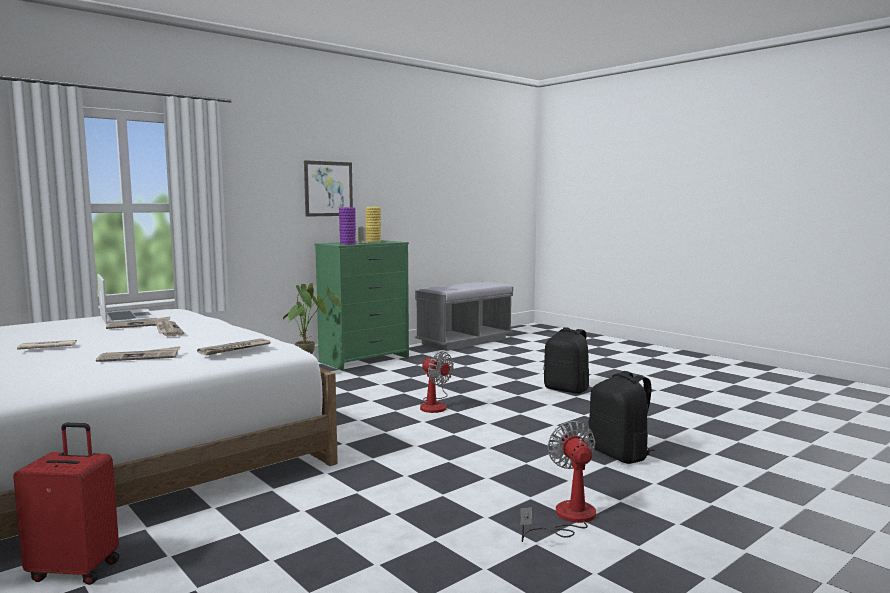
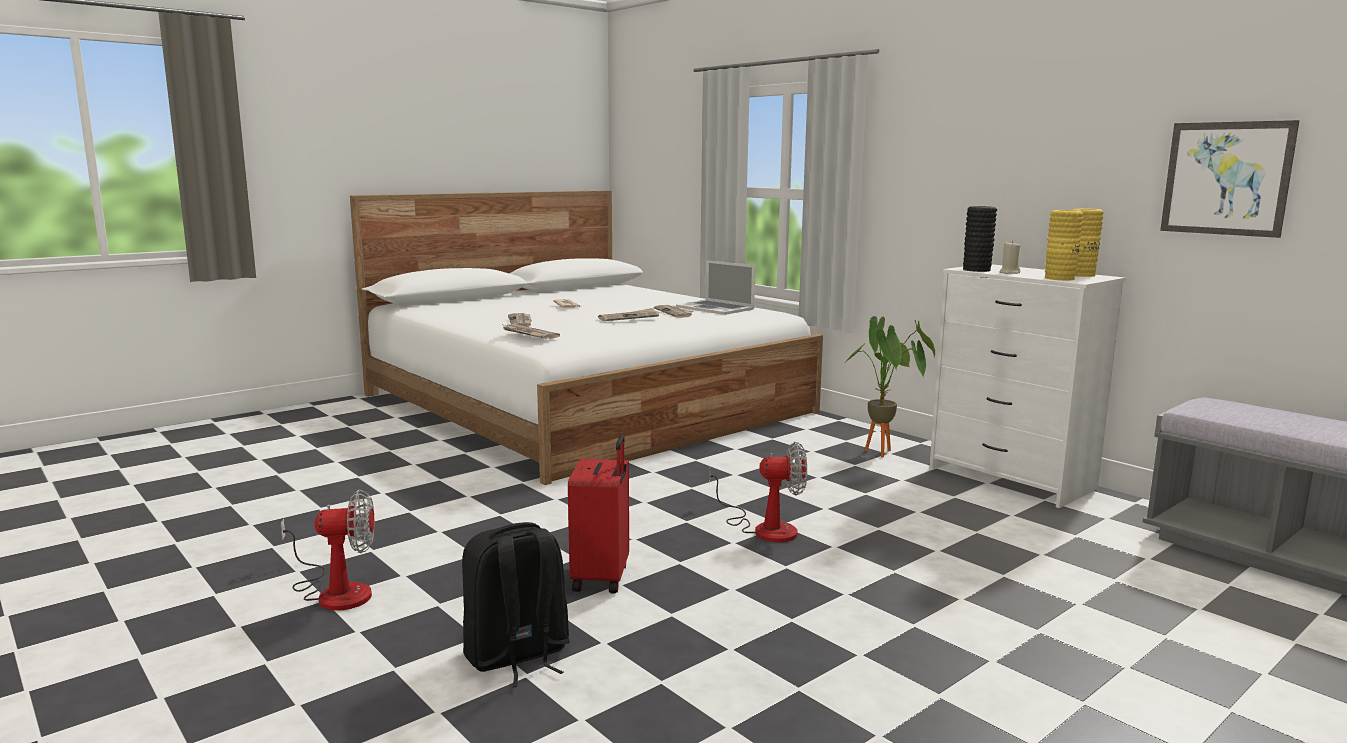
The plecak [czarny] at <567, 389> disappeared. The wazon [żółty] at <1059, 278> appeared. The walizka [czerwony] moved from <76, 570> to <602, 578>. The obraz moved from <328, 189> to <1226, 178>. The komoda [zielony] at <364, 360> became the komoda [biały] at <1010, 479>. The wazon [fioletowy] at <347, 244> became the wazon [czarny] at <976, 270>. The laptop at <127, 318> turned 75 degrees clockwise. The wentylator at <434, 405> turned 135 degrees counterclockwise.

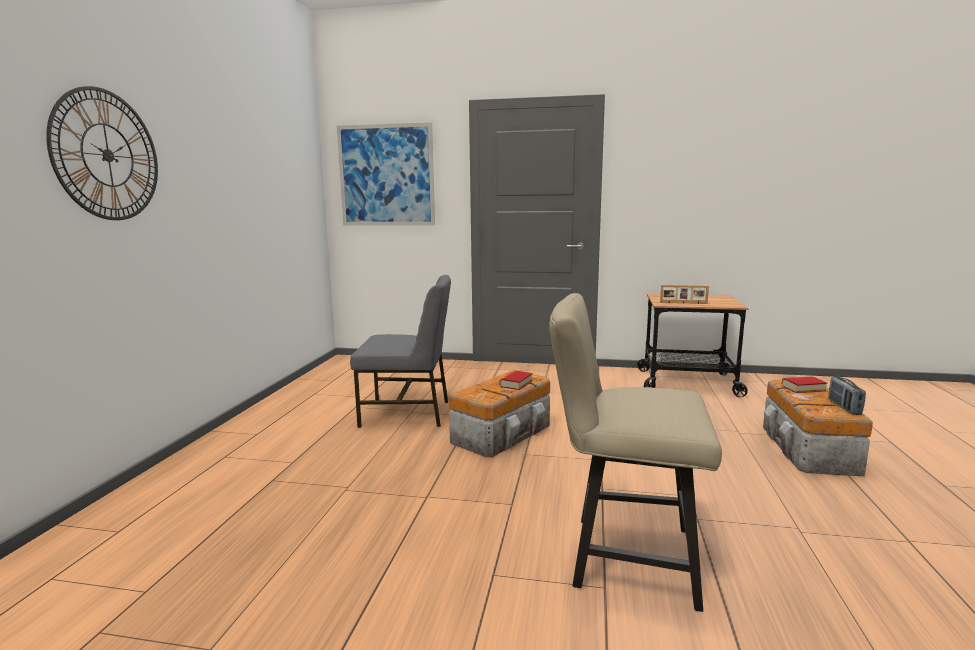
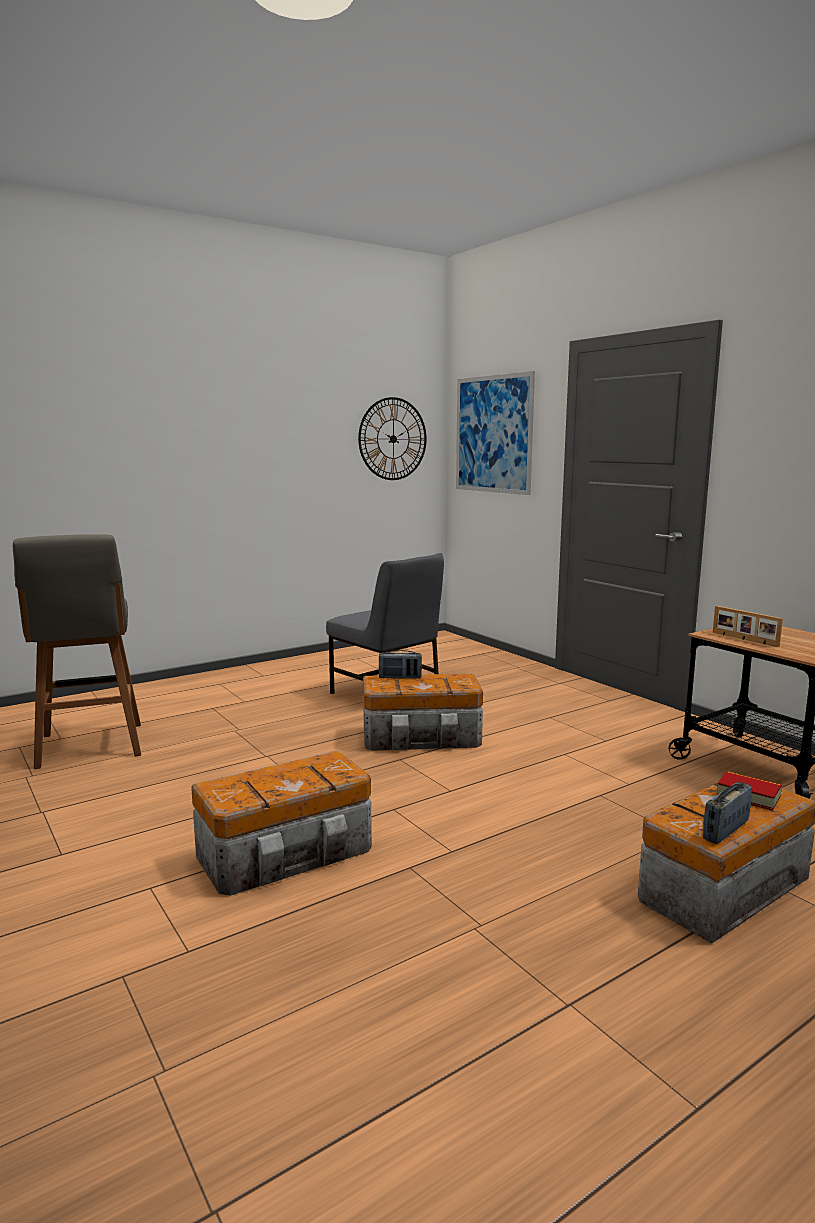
The książka at <516, 383> disappeared. The stołek [szary] at <90, 747> appeared. The radio at <400, 677> appeared. The zegar ścienny moved from <107, 155> to <393, 439>. The krzesło [beżowy] at <622, 556> was replaced by the pojemnik do przechowywania at <289, 853>.

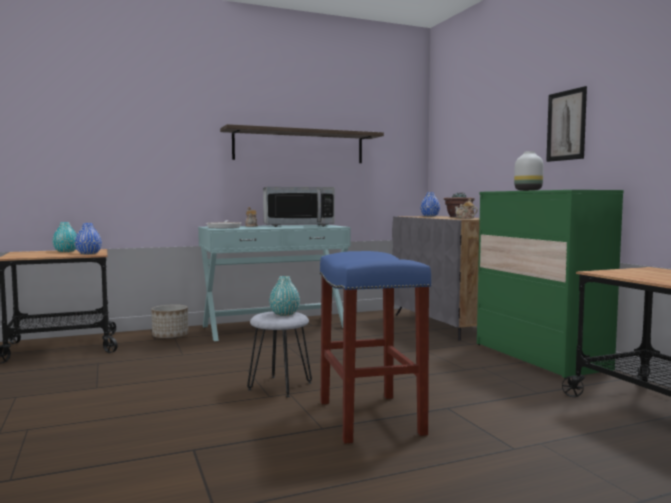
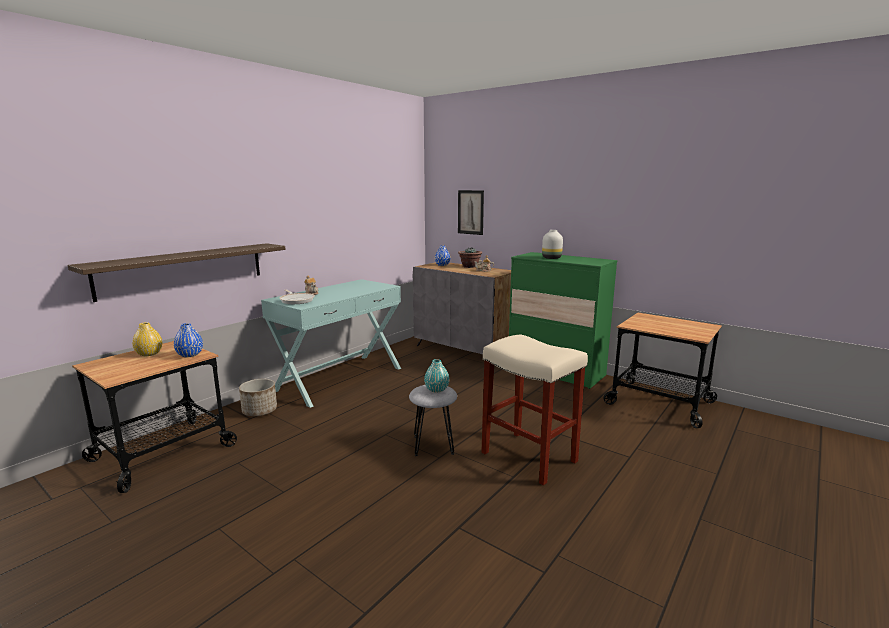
The mikrofalówka at <298, 226> disappeared. The półka moved from <299, 146> to <184, 269>. The obraz moved from <566, 125> to <470, 212>. The wazon [turkusowy] at <66, 251> became the wazon [żółty] at <149, 354>. The stołek [niebieski] at <371, 418> became the stołek [beżowy] at <530, 457>.

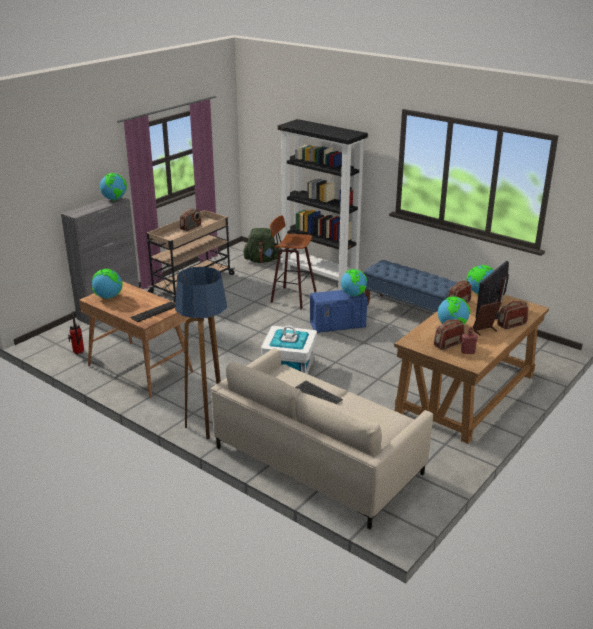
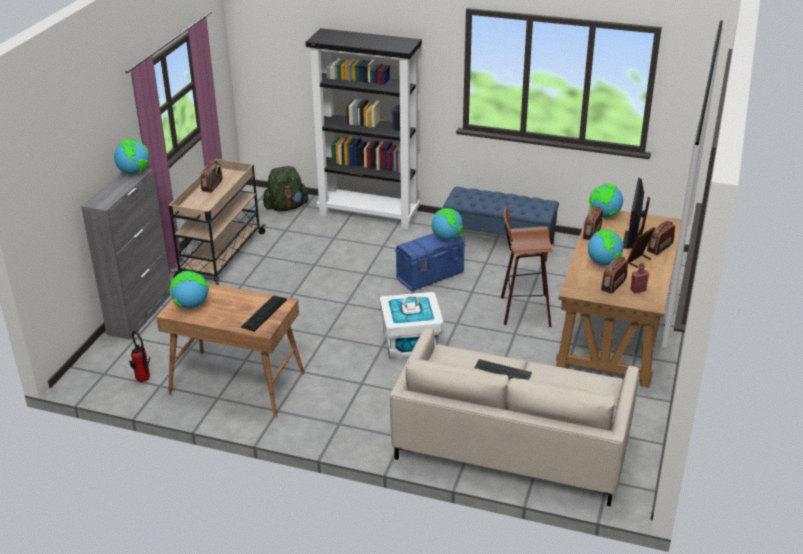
The lampa stojąca at <208, 424> disappeared. The stołek moved from <291, 297> to <523, 310>.

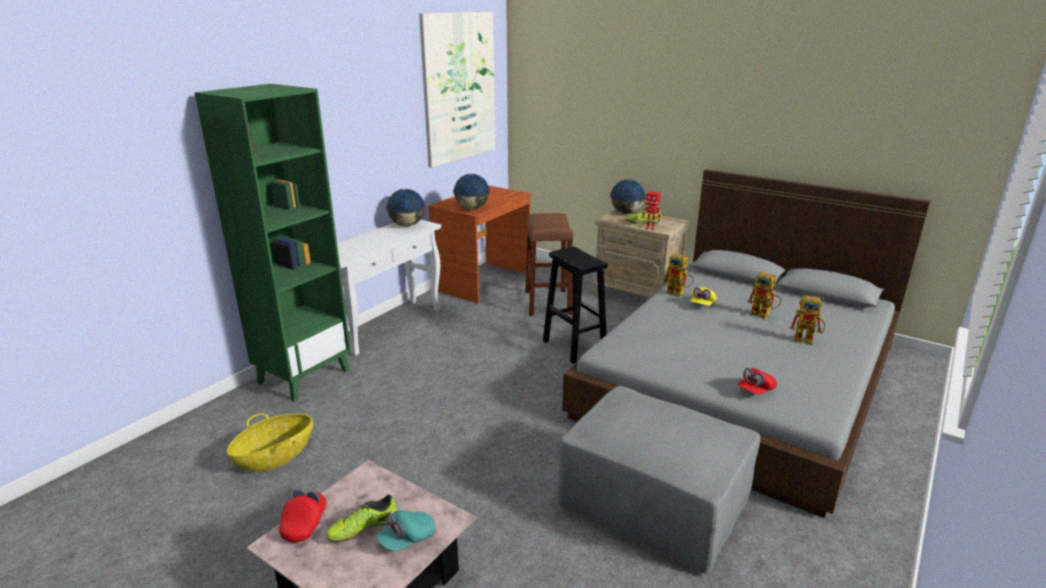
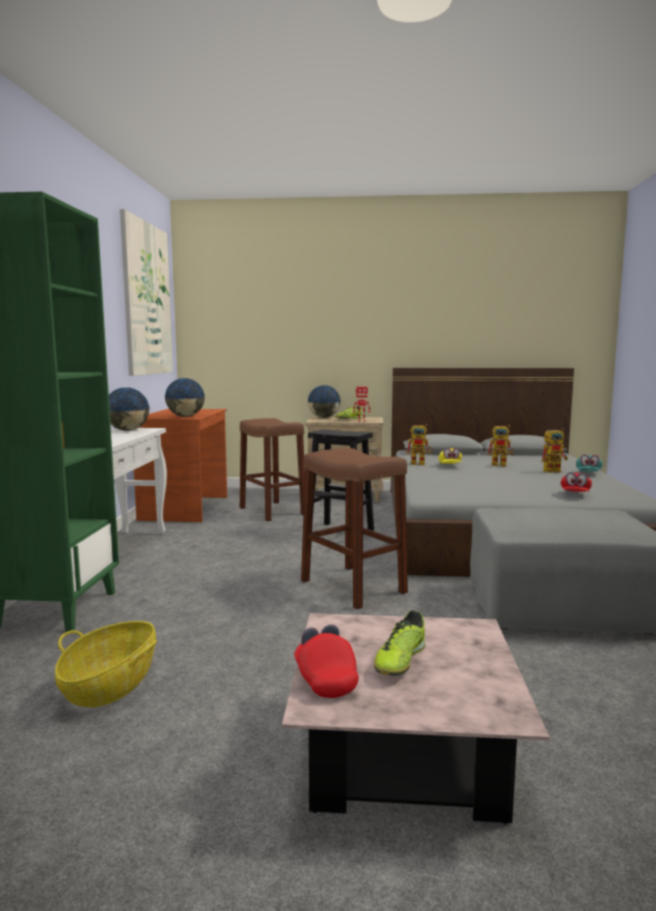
The stołek [brązowy] at <353, 586> appeared. The czapka z daszkiem [turkusowy] moved from <407, 539> to <588, 473>.

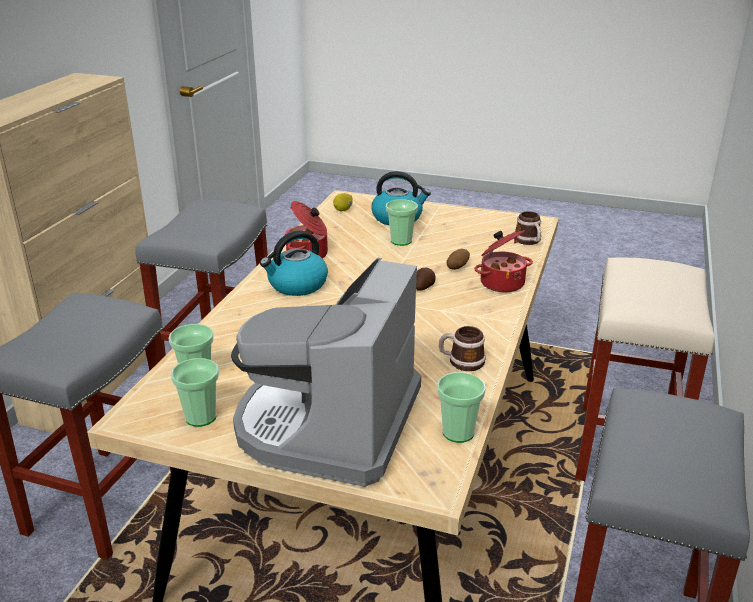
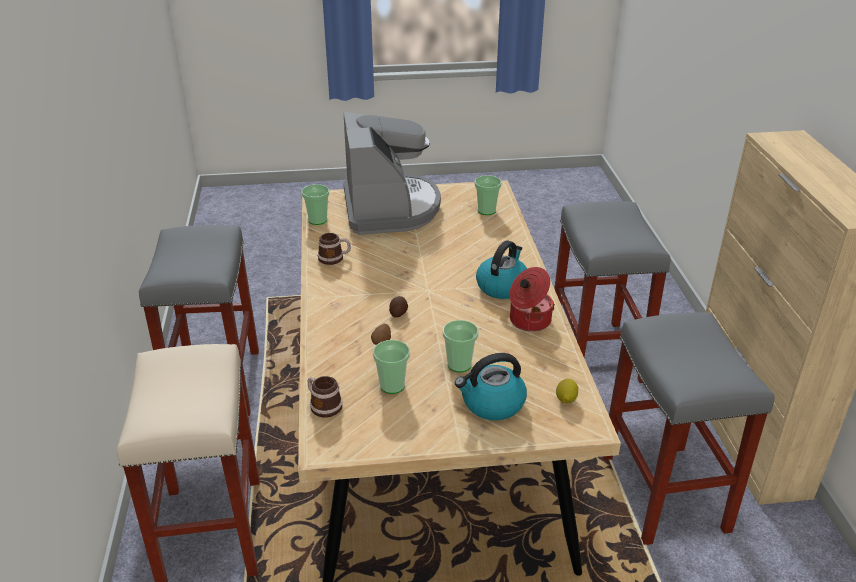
The garnek at <501, 282> disappeared. The filiżanka moved from <201, 417> to <392, 386>.

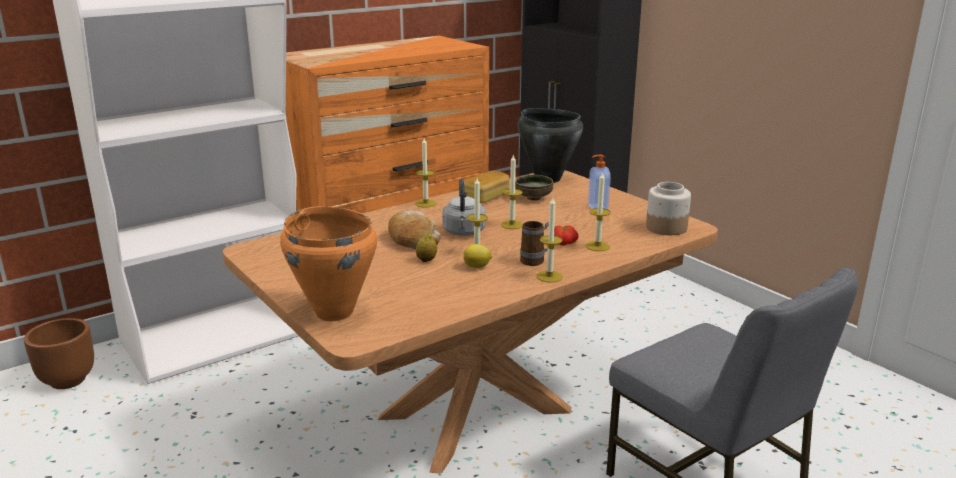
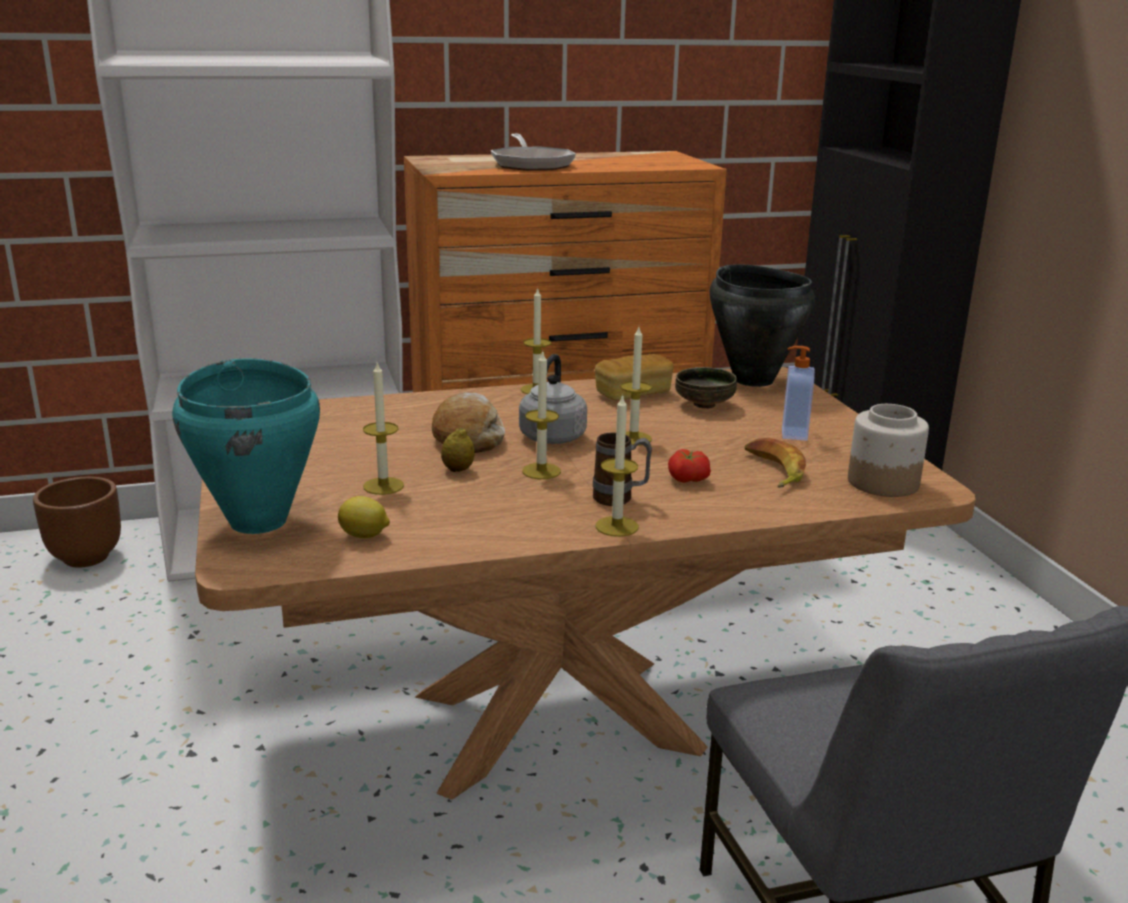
The patelnia at <531, 164> appeared. The banan at <772, 470> appeared. The cytryna moved from <477, 266> to <365, 536>. The świeca moved from <597, 246> to <383, 486>. The garnek [pomarańczowy] at <334, 312> became the garnek [turkusowy] at <259, 521>.

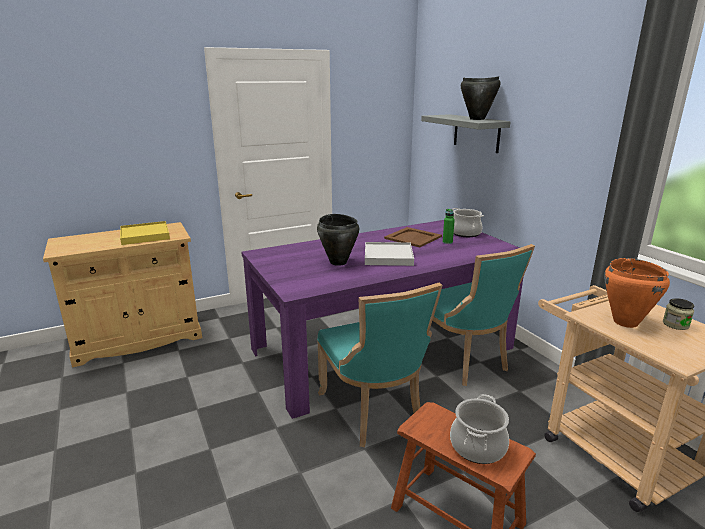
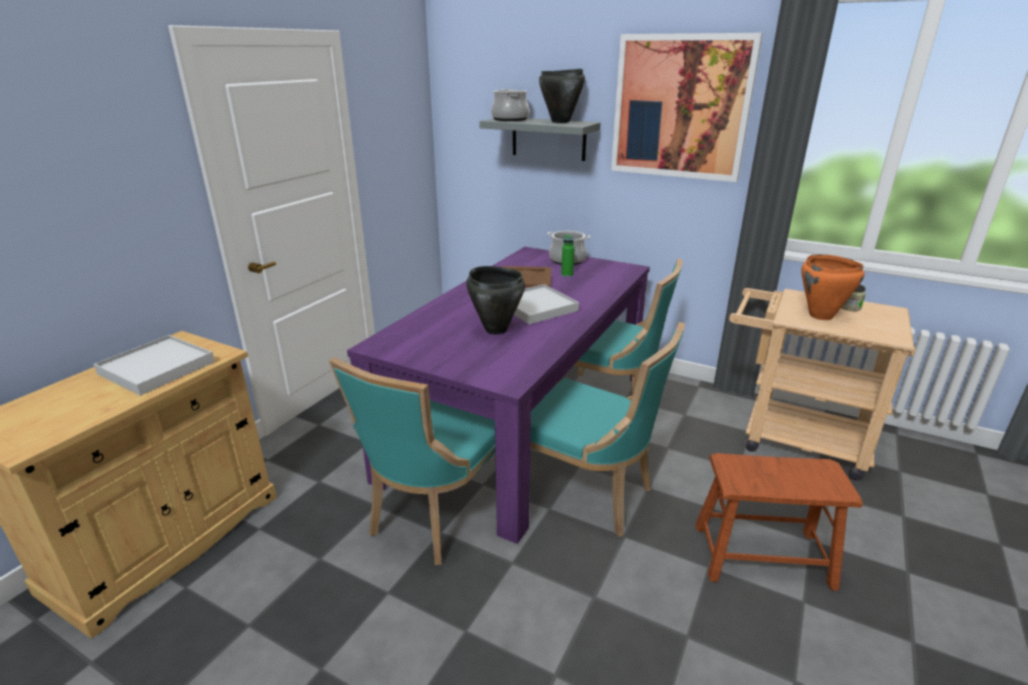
The krzesło [turkusowy] at <434, 515> appeared. The obraz at <680, 107> appeared. The garnek moved from <477, 446> to <510, 119>. The taca [żółty] at <145, 235> became the taca [biały] at <157, 368>.

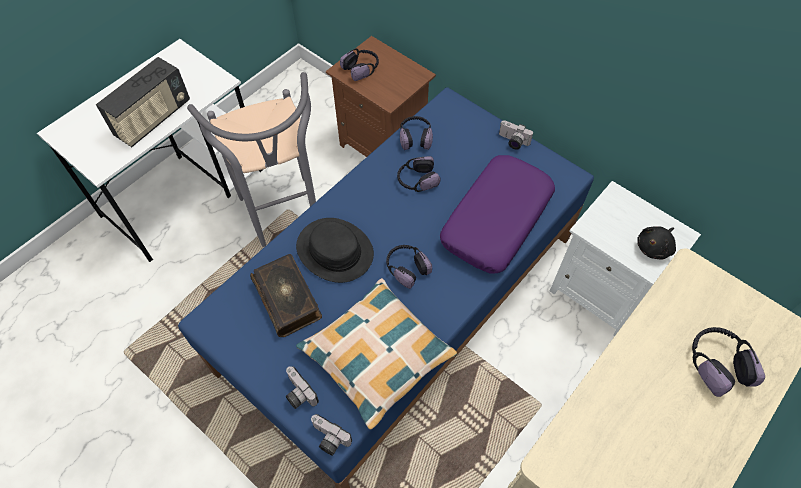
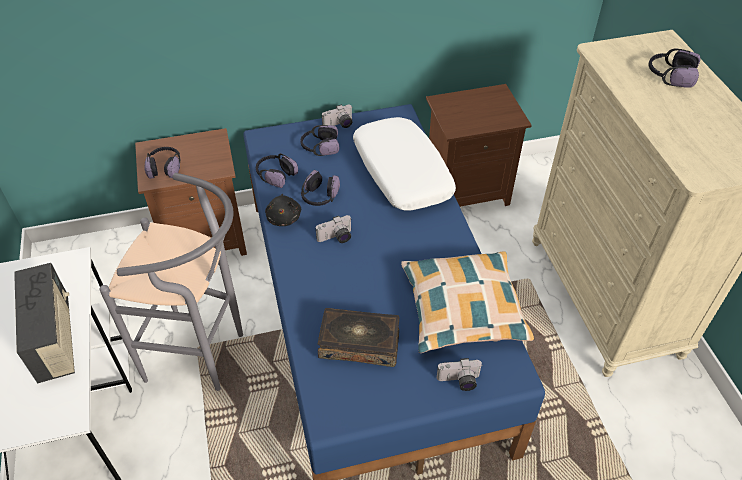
The kapelusz [czarny] at <334, 251> disappeared. The aparat fotograficzny moved from <328, 439> to <336, 238>. The słuchawki moved from <407, 268> to <320, 147>. The pluszak [czarny] moved from <654, 247> to <284, 217>. The poduszka [fioletowy] at <496, 219> became the poduszka [biały] at <401, 173>. The szafka nocna [biały] at <600, 292> became the szafka nocna [brązowy] at <465, 191>.

